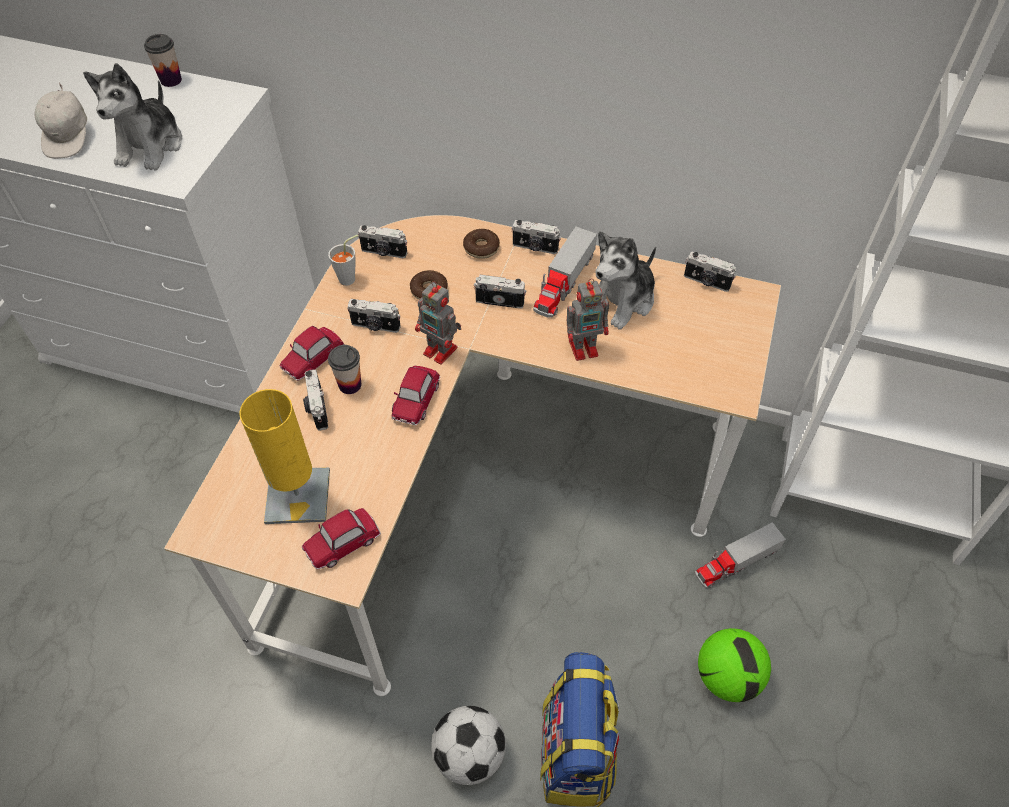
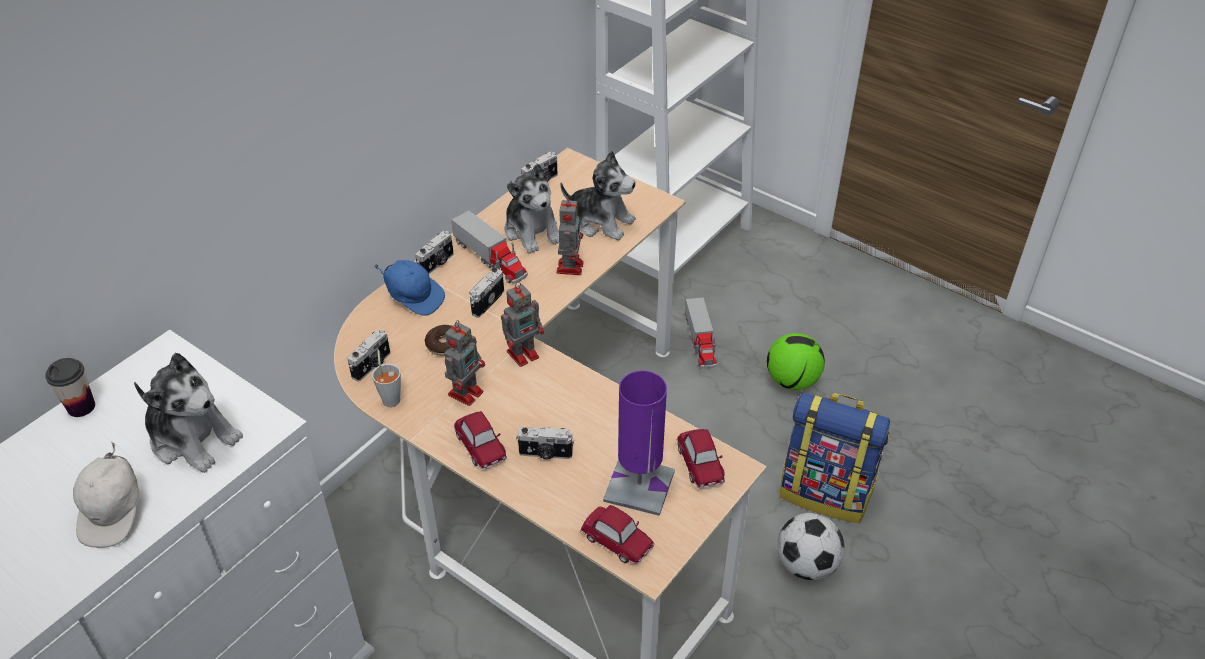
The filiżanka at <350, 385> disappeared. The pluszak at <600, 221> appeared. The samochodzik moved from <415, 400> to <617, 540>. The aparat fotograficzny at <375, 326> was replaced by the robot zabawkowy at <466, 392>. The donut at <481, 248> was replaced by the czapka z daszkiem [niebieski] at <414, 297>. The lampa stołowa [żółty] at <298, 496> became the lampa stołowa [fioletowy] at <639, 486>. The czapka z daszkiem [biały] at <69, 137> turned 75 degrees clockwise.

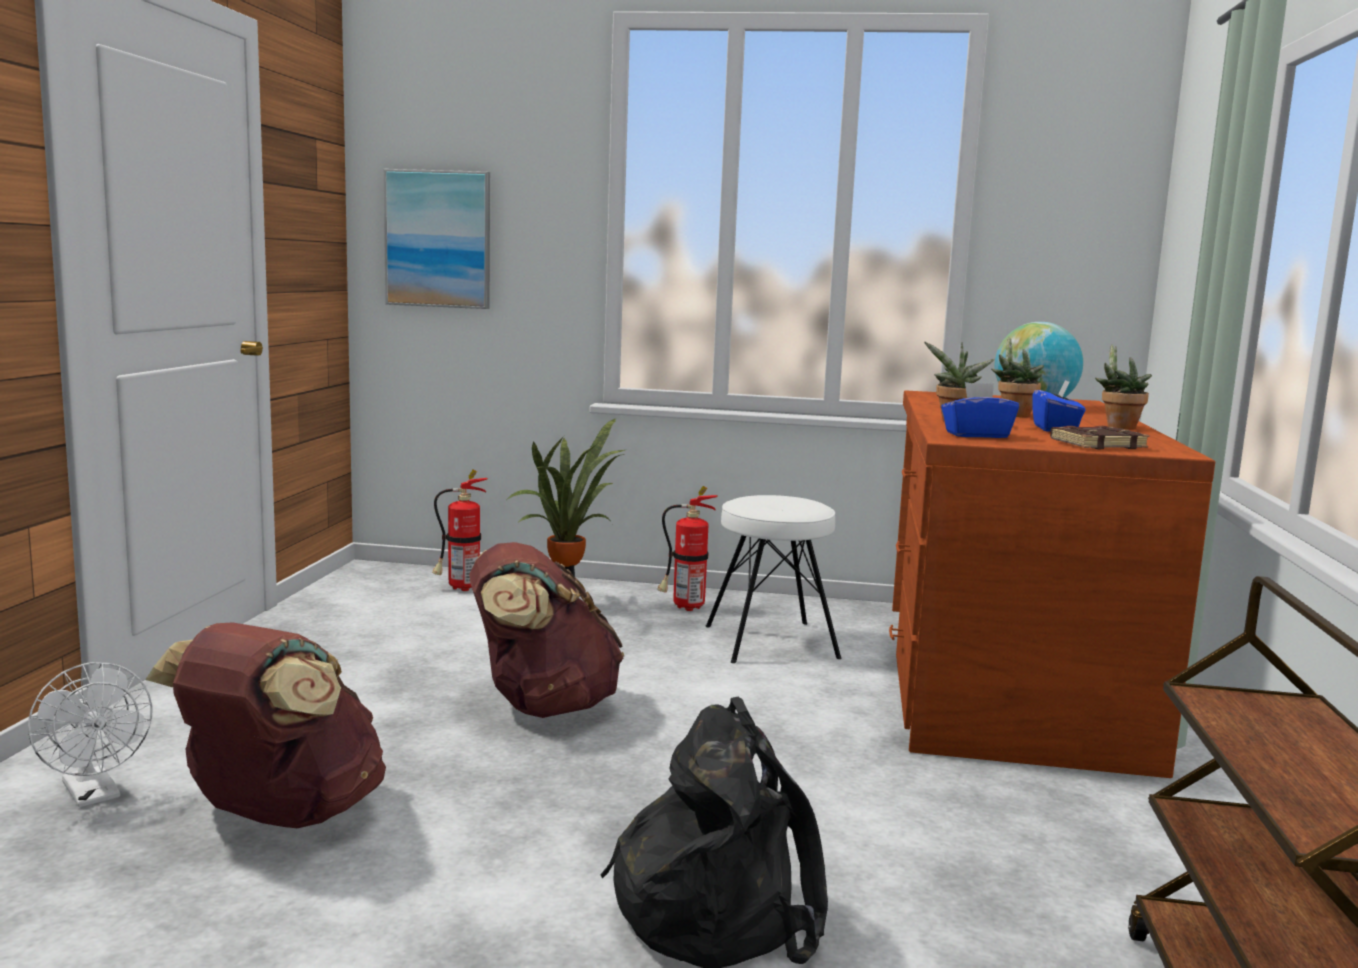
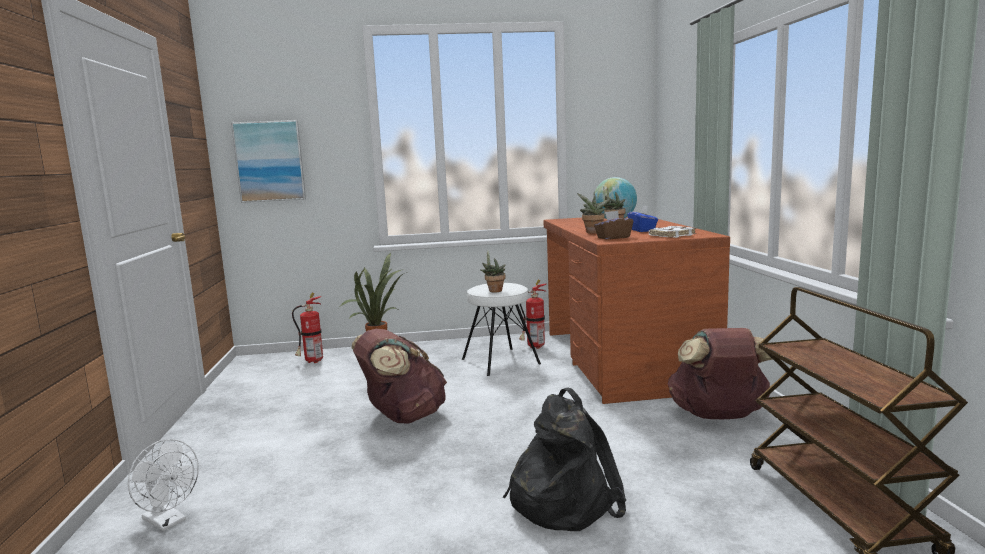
The plecak [brązowy] moved from <279, 815> to <718, 416>. The gaśnica moved from <684, 607> to <534, 347>. The roślina doniczkowa moved from <1117, 426> to <494, 290>. The pudełko chusteczek [niebieski] at <976, 435> became the pudełko chusteczek [brązowy] at <613, 237>. The książka [brązowy] at <1097, 444> became the książka [biały] at <672, 235>.

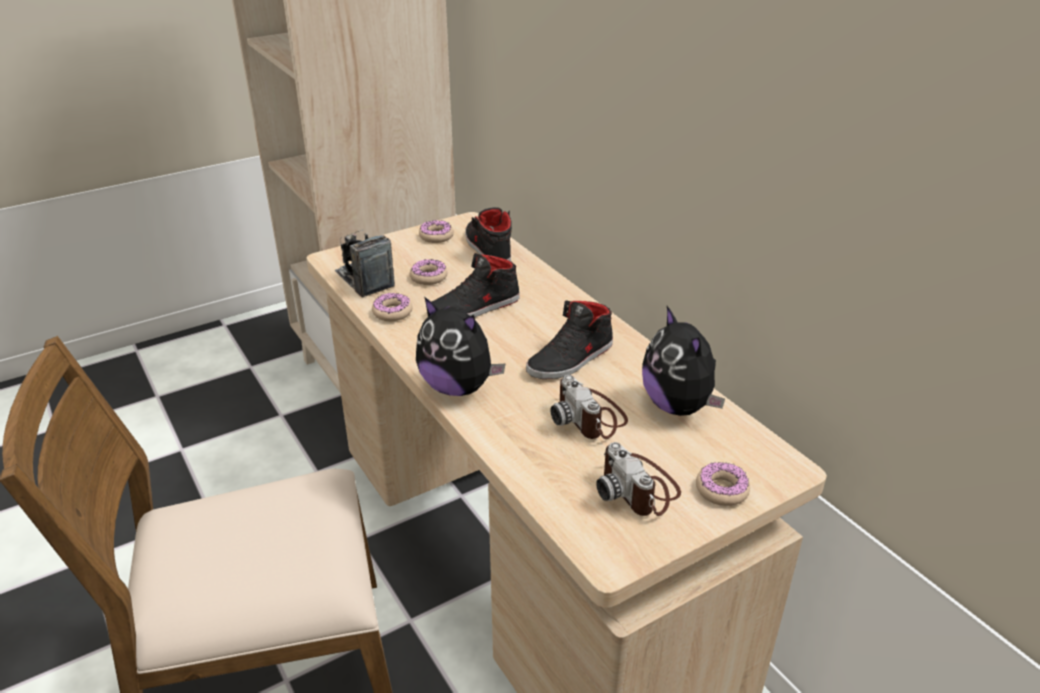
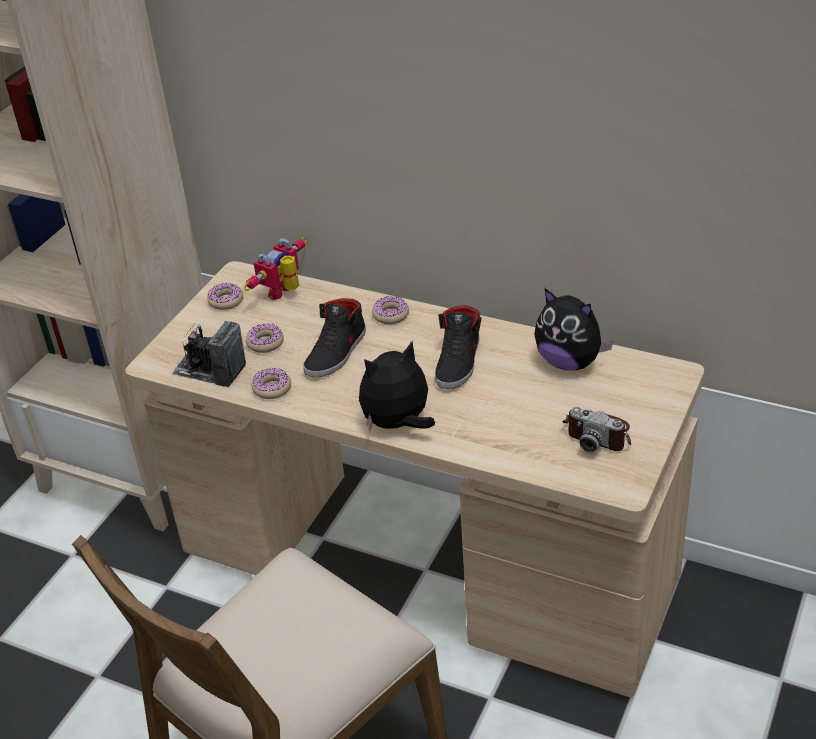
The aparat fotograficzny at <590, 417> disappeared. The donut moved from <721, 490> to <390, 315>. The but [czarny] at <487, 248> was replaced by the robot zabawkowy at <285, 293>. The pluszak at <458, 387> turned 150 degrees clockwise.

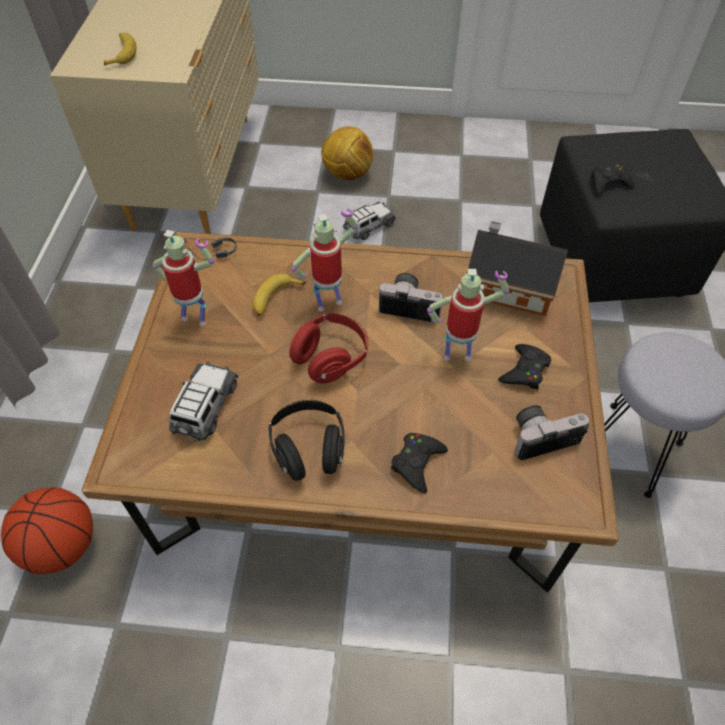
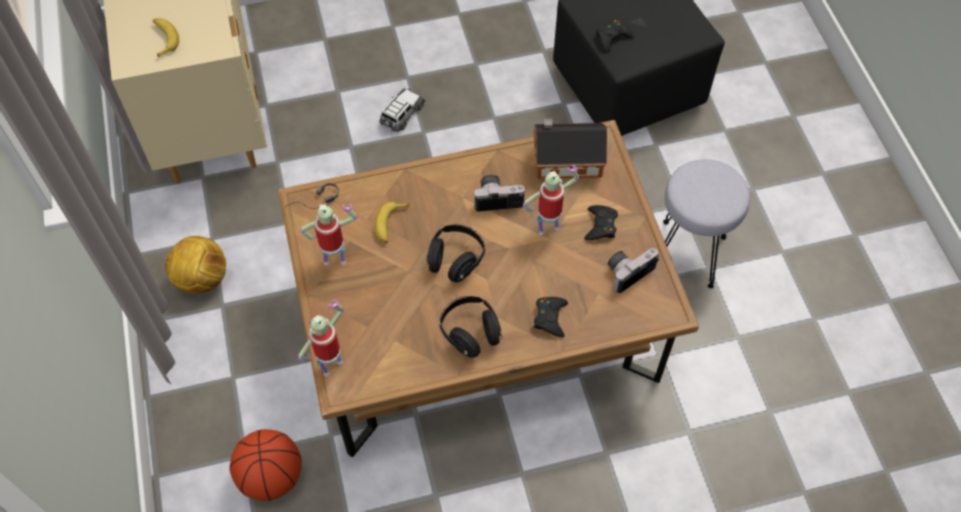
The samochodzik at <205, 408> disappeared. The robot zabawkowy moved from <329, 302> to <331, 365>. The piłka futbolowa moved from <347, 174> to <202, 279>. The słuchawki [czerwony] at <330, 358> became the słuchawki [czarny] at <455, 260>.

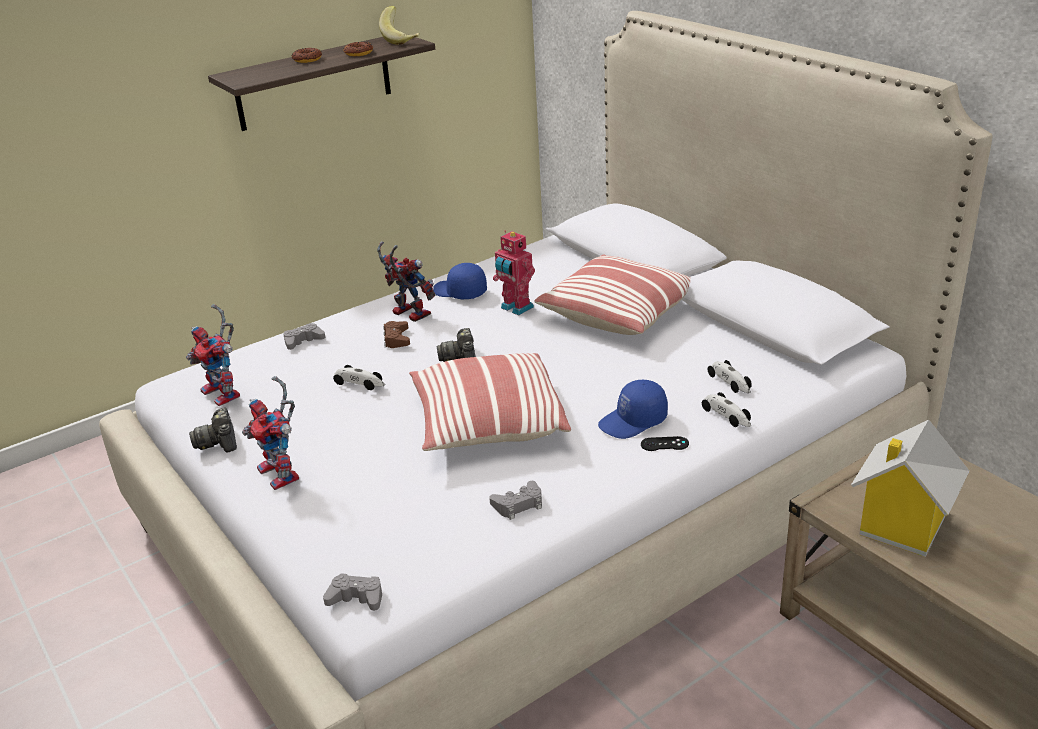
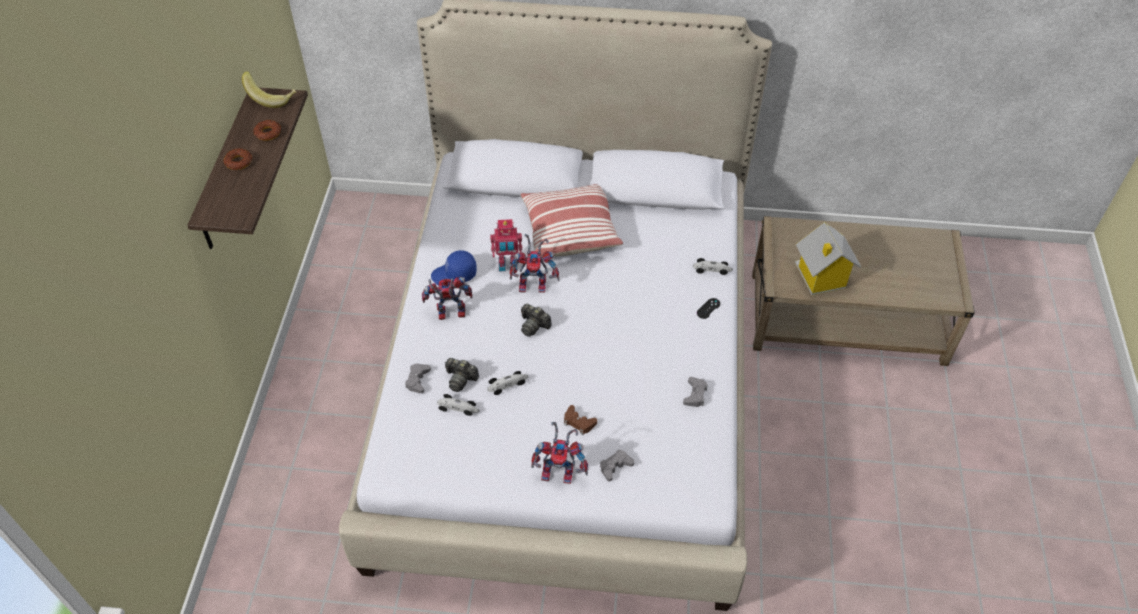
The poduszka at <487, 423> disappeared. The czapka z daszkiem [niebieski] at <633, 422> disappeared. The robot zabawkowy moved from <226, 394> to <535, 284>. The aparat fotograficzny moved from <219, 442> to <460, 379>. The pad do gier [szary] moved from <356, 598> to <615, 467>. The pad do gier [brązowy] moved from <396, 339> to <578, 422>. The samochodzik moved from <730, 382> to <458, 408>.

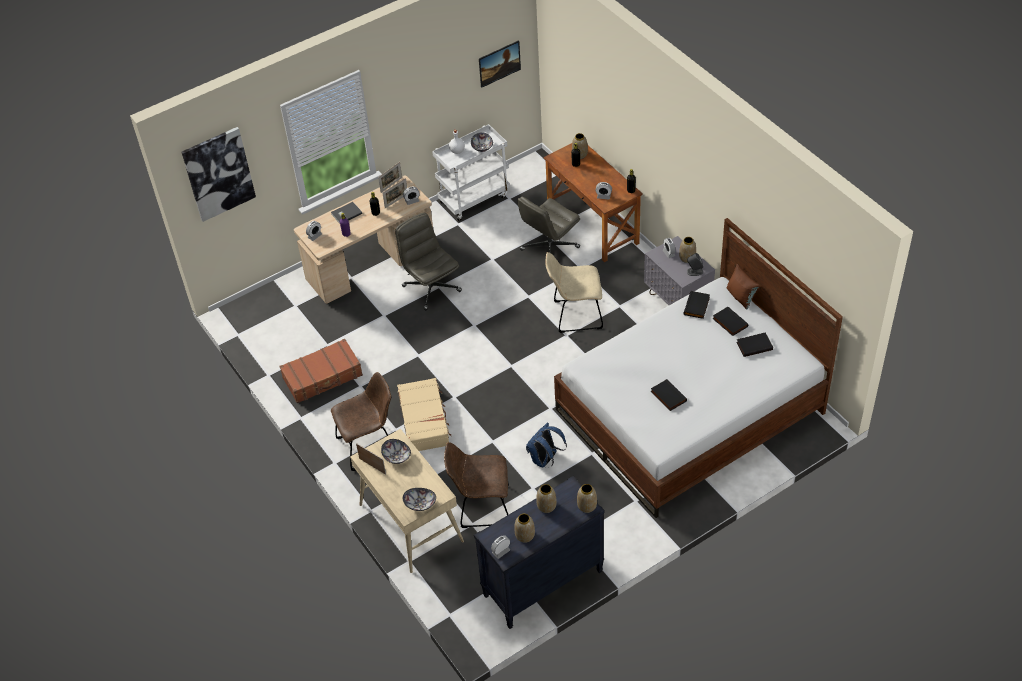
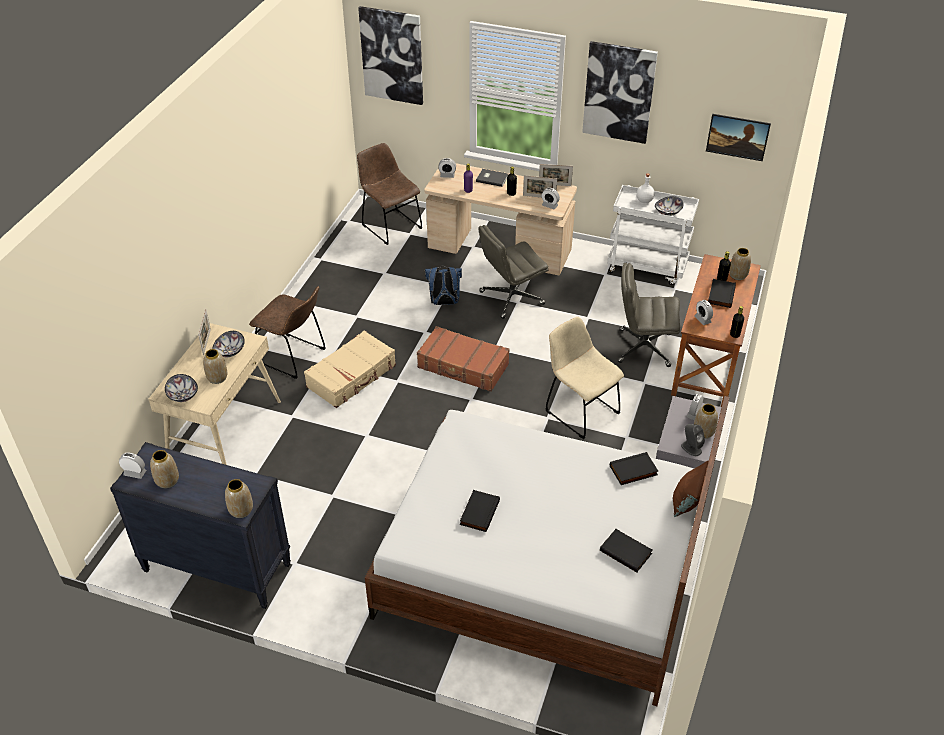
The obraz at <619, 92> appeared. The walizka [brązowy] moved from <323, 377> to <463, 366>. The krzesło [brązowy] moved from <481, 507> to <390, 225>. The plecak [niebieski] moved from <545, 460> to <444, 302>. The wazon moved from <547, 506> to <217, 378>. The książka [czarny] moved from <729, 323> to <720, 295>. The krzesło biurowe [szary] at <431, 288> turned 135 degrees counterclockwise.

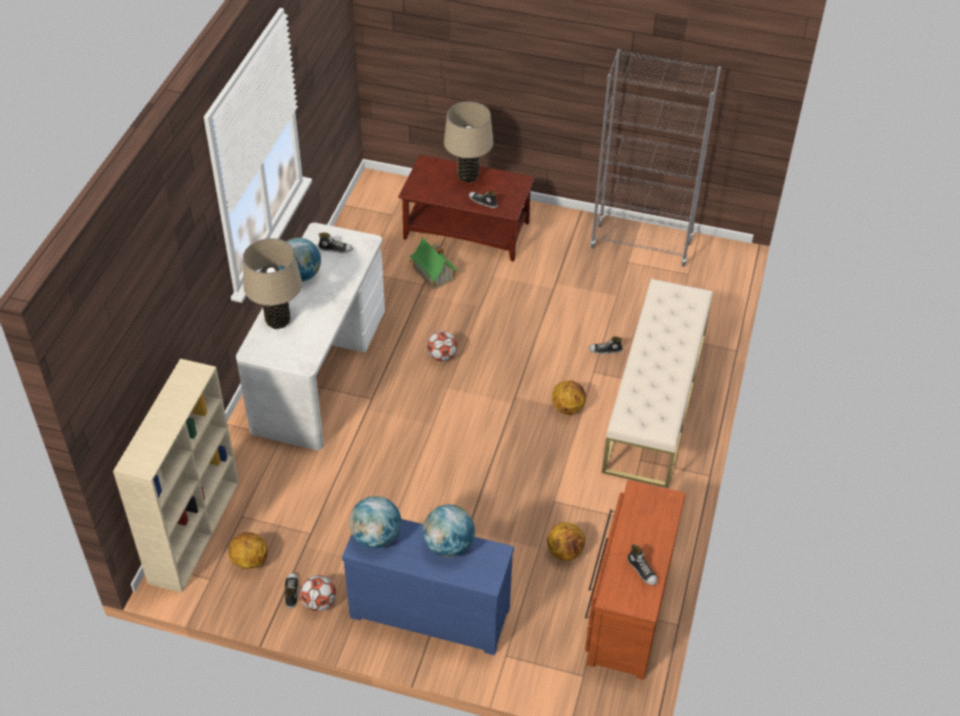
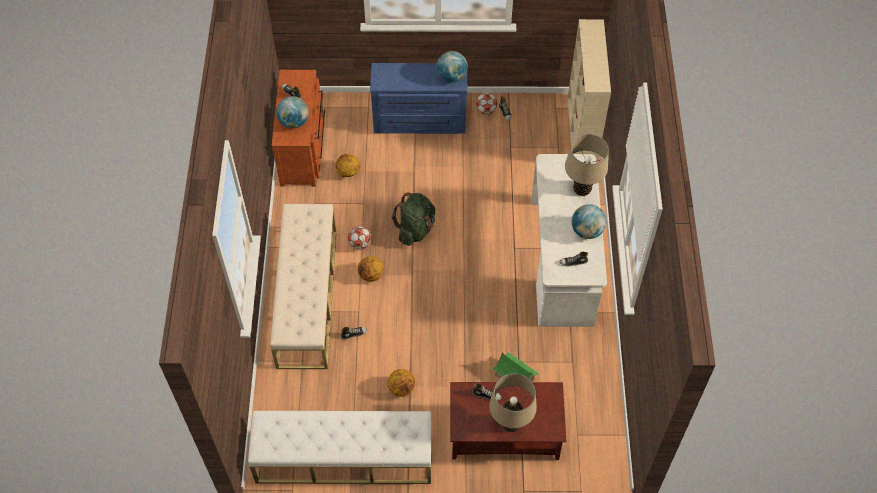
The plecak [zielony] at <416, 229> appeared. The piłka do koszykówki moved from <249, 561> to <402, 388>. The globus moved from <448, 545> to <294, 122>. The piłka futbolowa moved from <442, 356> to <360, 244>. The regał [szary] at <641, 245> was replaced by the ławka [biały] at <344, 458>.

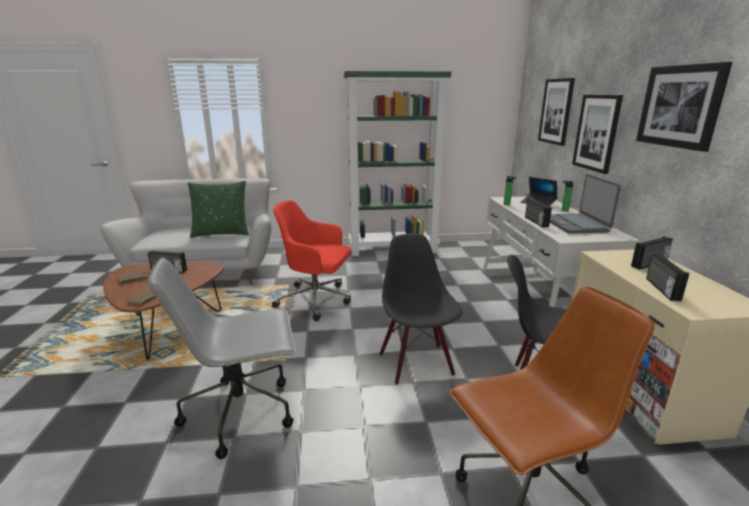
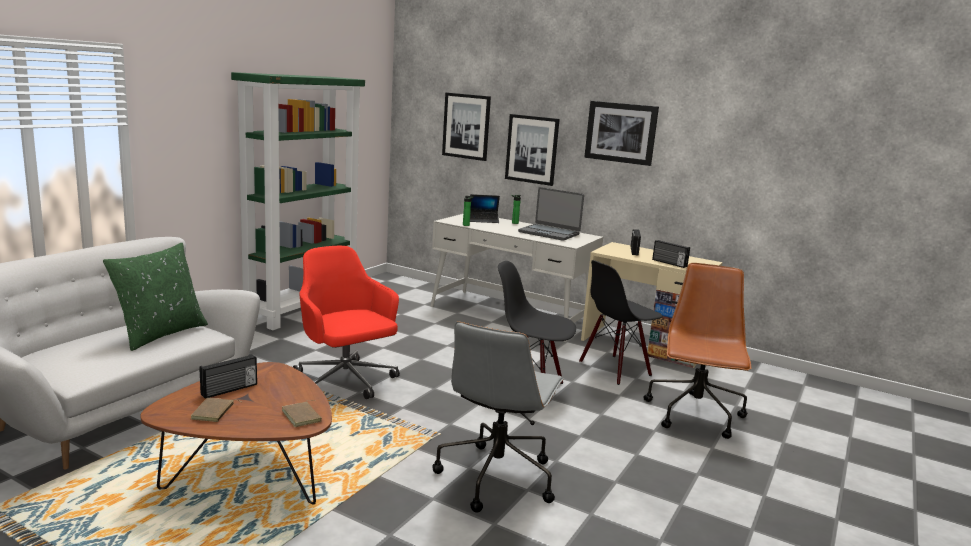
The radio at <535, 222> disappeared. The krzesło biurowe [czerwony] at <316, 300> turned 90 degrees clockwise.

